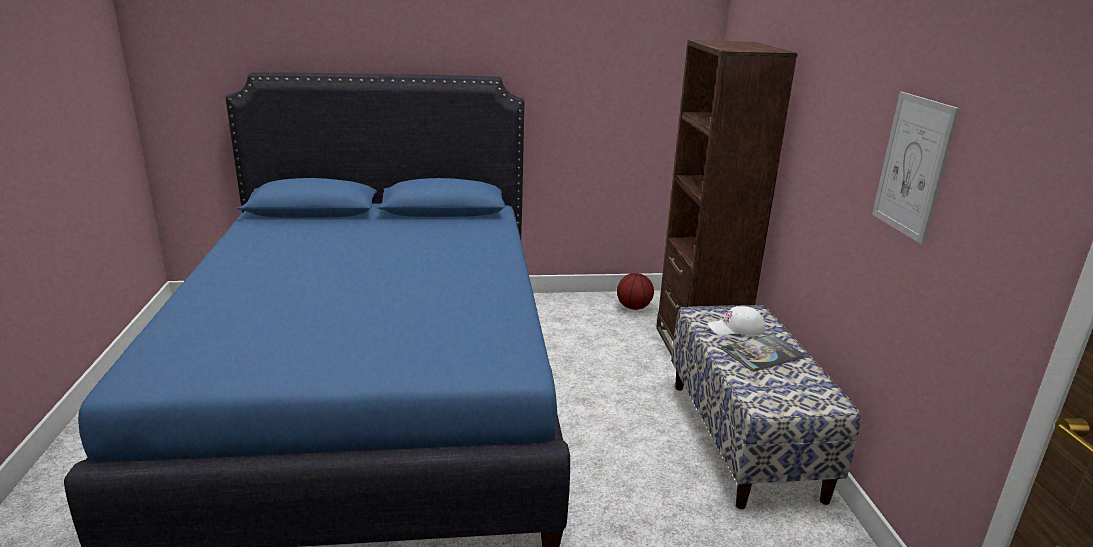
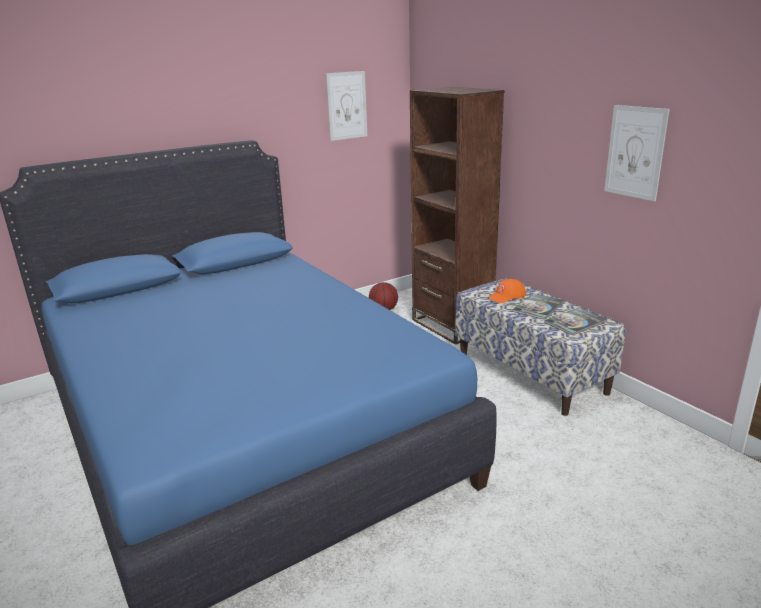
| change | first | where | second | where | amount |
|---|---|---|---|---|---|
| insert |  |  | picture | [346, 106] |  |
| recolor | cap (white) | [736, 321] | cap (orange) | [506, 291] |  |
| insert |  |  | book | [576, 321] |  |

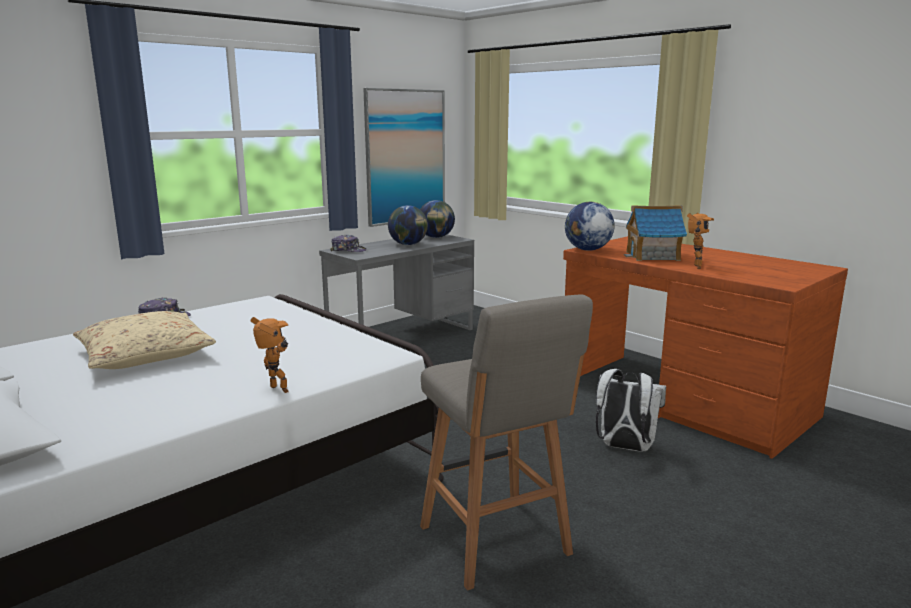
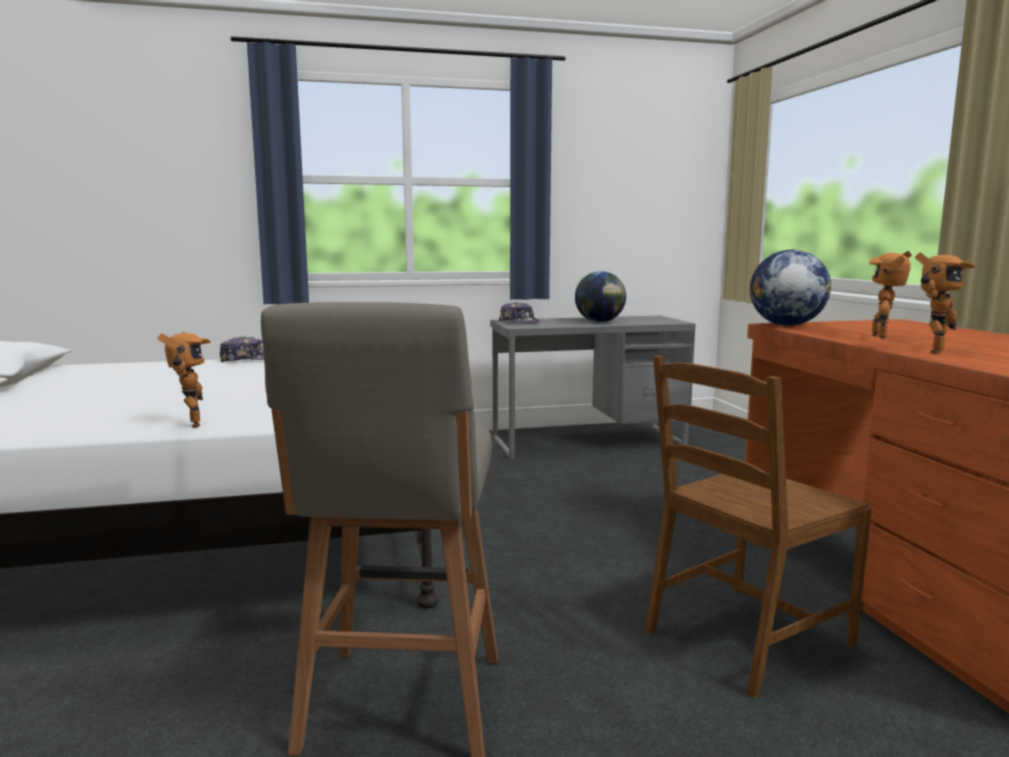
| change | first | where | second | where | amount |
|---|---|---|---|---|---|
| replace | backpack (white) | [631, 410] | chair (brown) | [758, 527] |  |
| replace | toy house | [655, 233] | toy robot | [890, 294] |  |
| delete | pillow (beige) | [144, 340] |  |  |  |
| delete | picture | [404, 157] |  |  |  |
| delete | globe | [437, 219] |  |  |  |

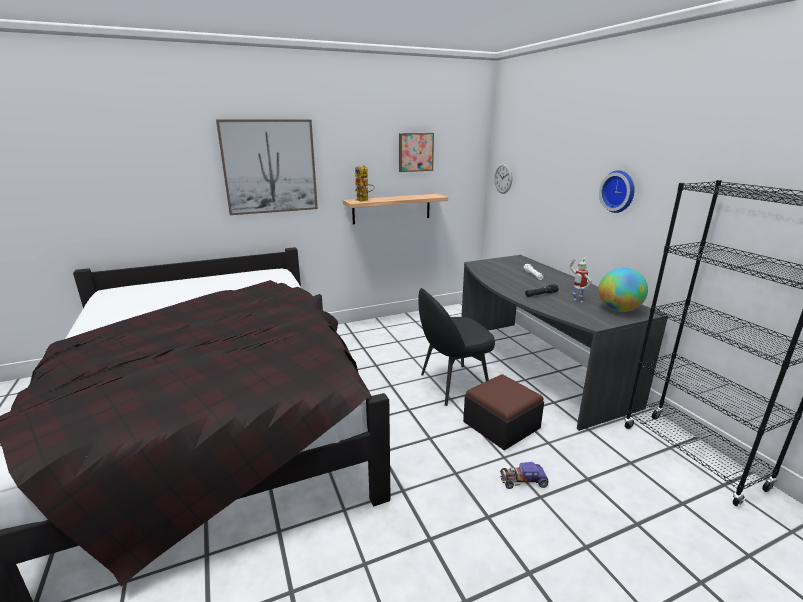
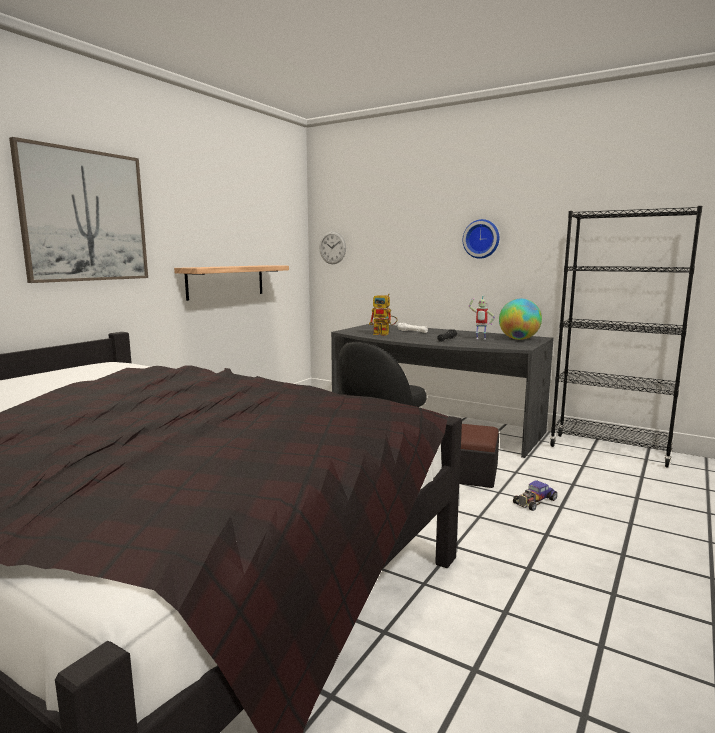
| change | first | where | second | where | amount |
|---|---|---|---|---|---|
| move | toy robot | [365, 183] |  | [383, 315] |  |
| delete | picture | [416, 152] |  |  |  |

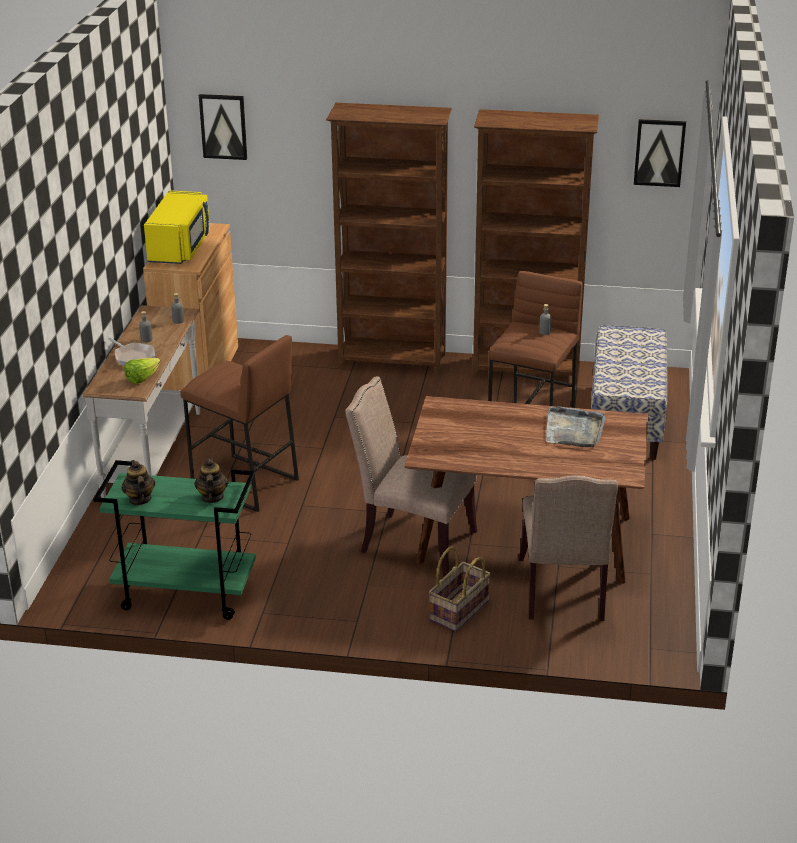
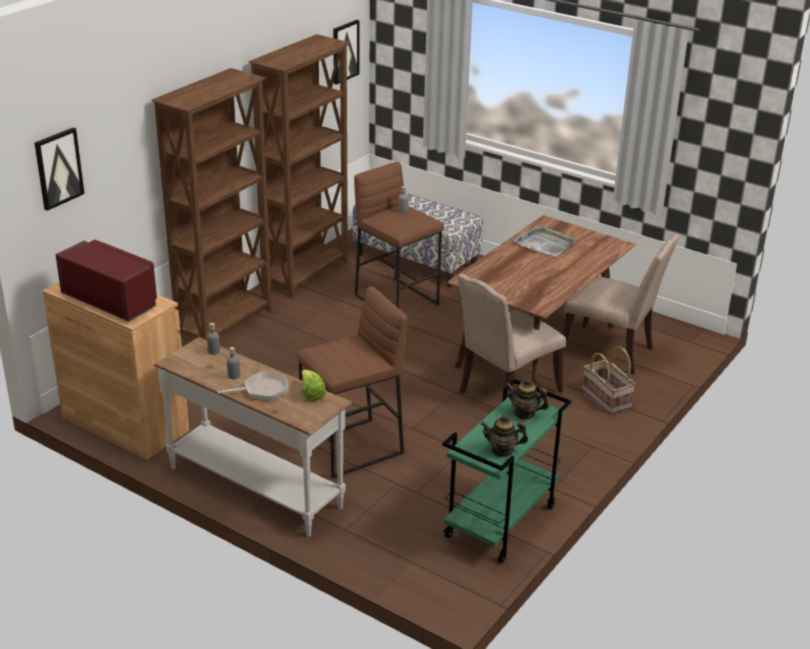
| change | first | where | second | where | amount |
|---|---|---|---|---|---|
| recolor | microwave (yellow) | [177, 227] | microwave (red) | [106, 280] |  |

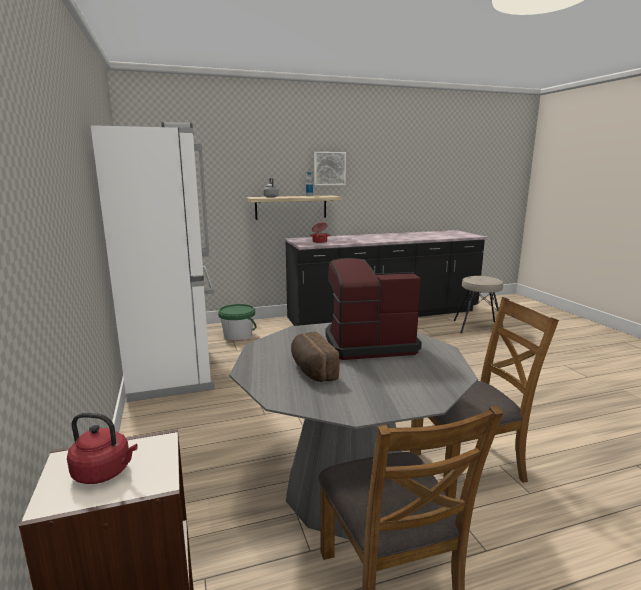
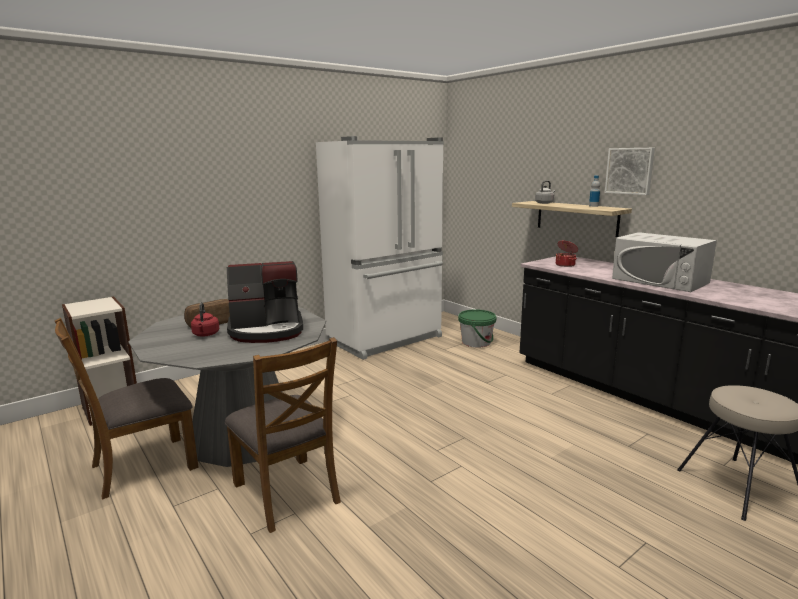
| change | first | where | second | where | amount |
|---|---|---|---|---|---|
| move | kettle (red) | [102, 448] |  | [205, 319] |  |
| rotate | coffee machine | [373, 309] |  | [265, 302] | 105 degrees clockwise |
| insert |  |  | microwave (white) | [664, 262] |  |

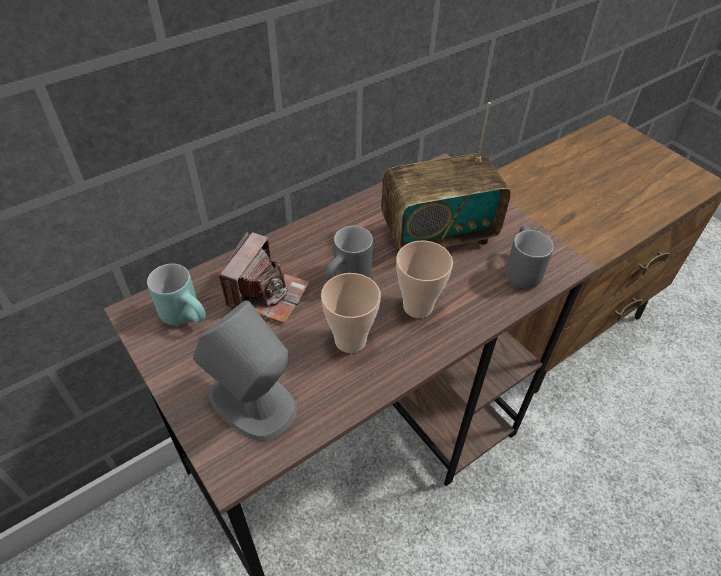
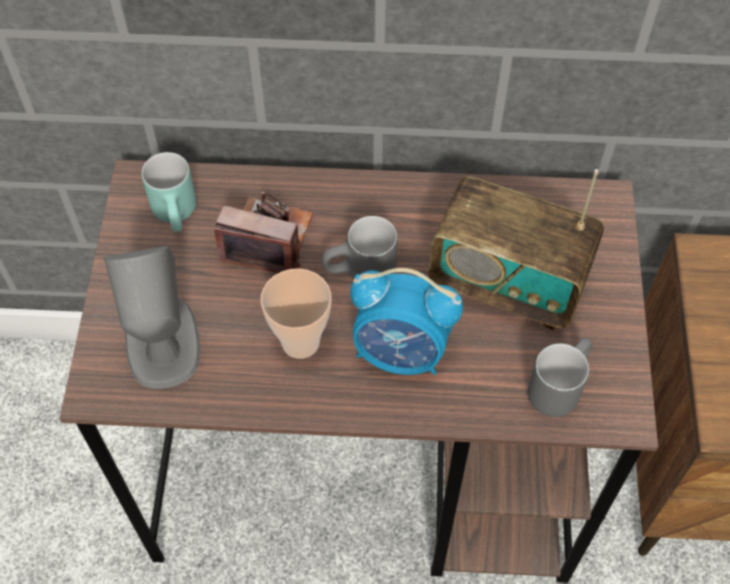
| change | first | where | second | where | amount |
|---|---|---|---|---|---|
| rotate | photo camera | [264, 278] |  | [263, 232] | 135 degrees counterclockwise |
| replace | cup | [424, 279] | alarm clock | [406, 321] |  |

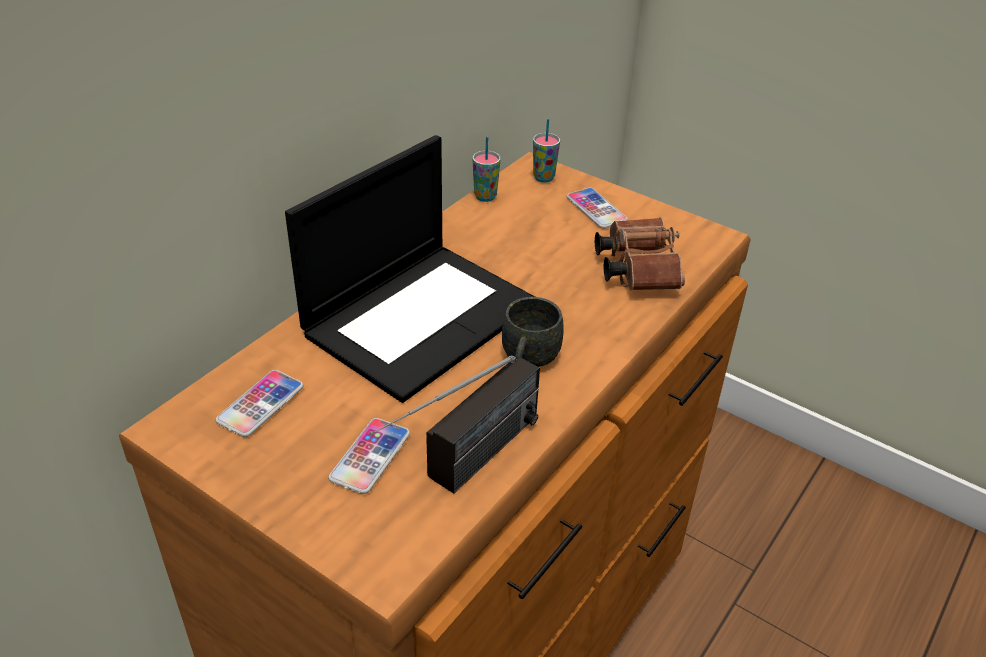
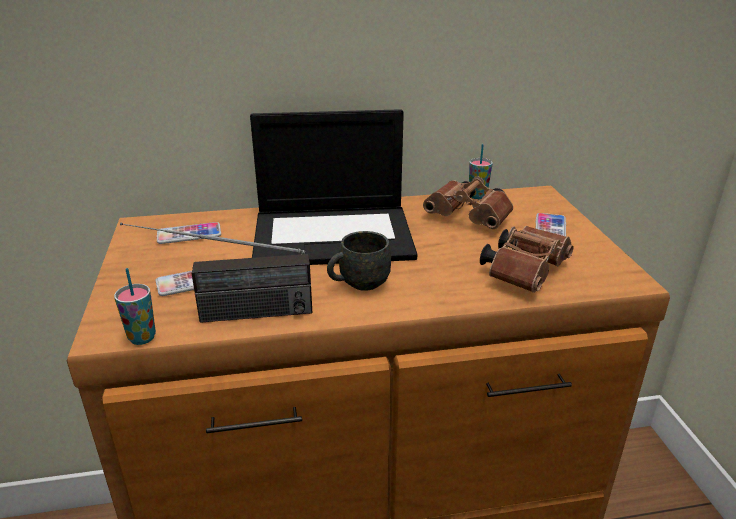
| change | first | where | second | where | amount |
|---|---|---|---|---|---|
| move | cup | [546, 151] |  | [135, 306] |  |
| insert |  |  | binoculars (brown) | [468, 202] |  |

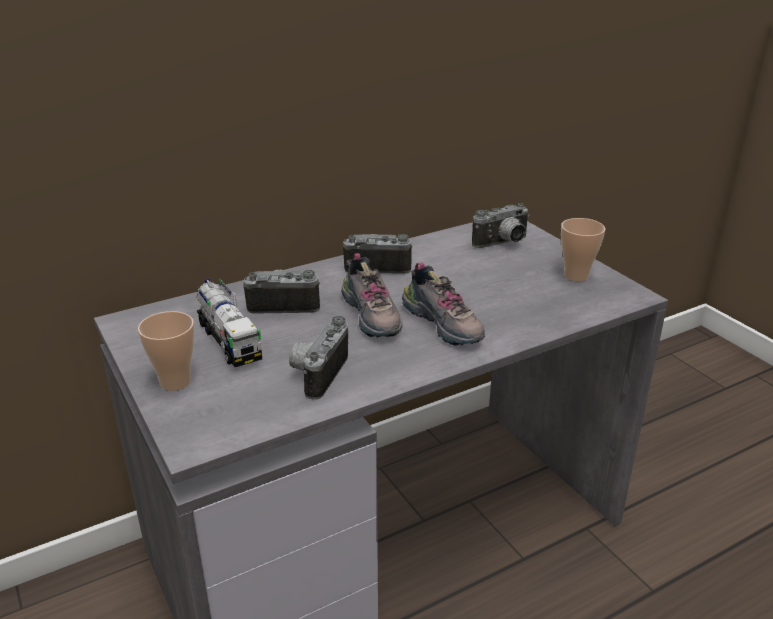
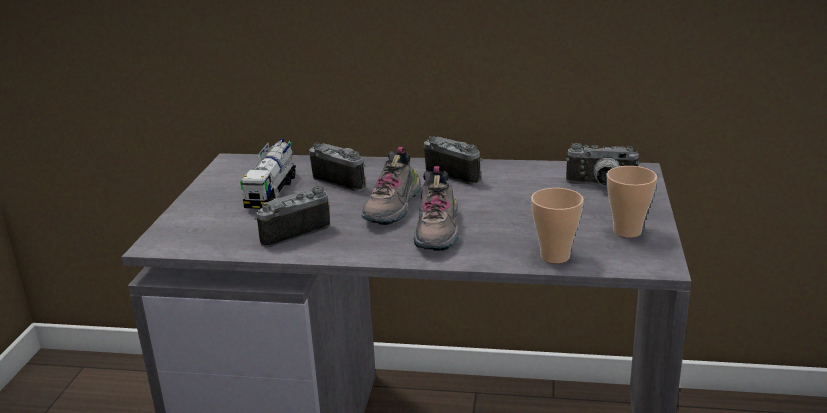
| change | first | where | second | where | amount |
|---|---|---|---|---|---|
| move | cup | [166, 351] |  | [557, 226] |  |

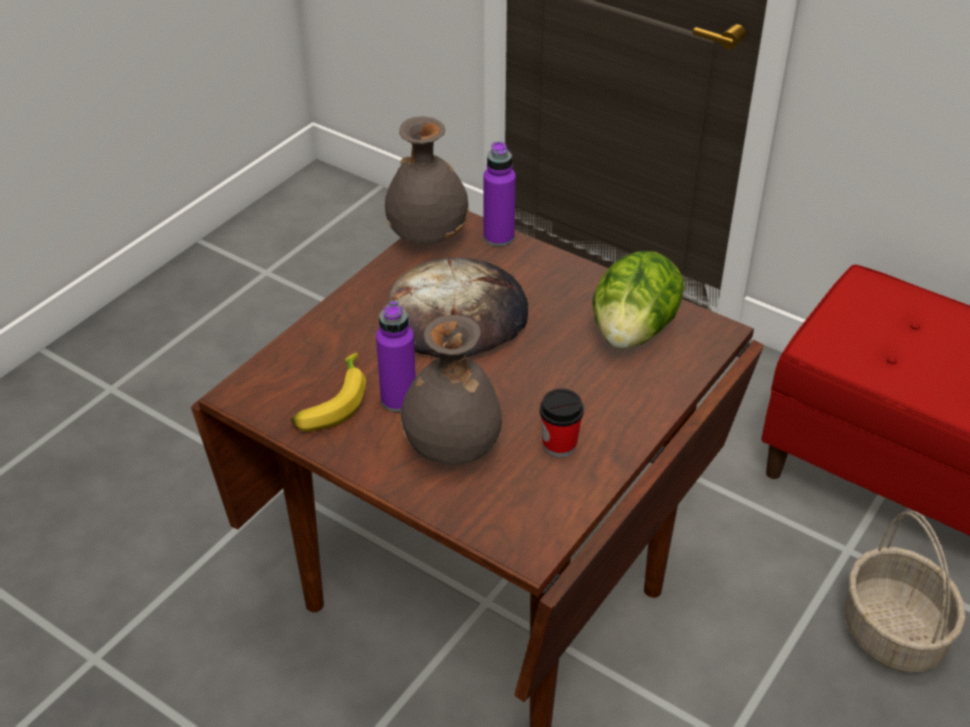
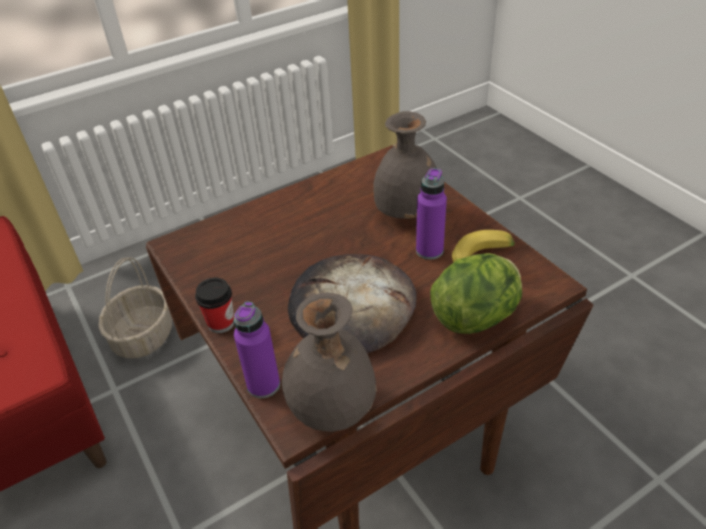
| change | first | where | second | where | amount |
|---|---|---|---|---|---|
| move | cup | [562, 423] |  | [214, 305] |  |
| move | lettuce | [639, 300] |  | [476, 293] |  |

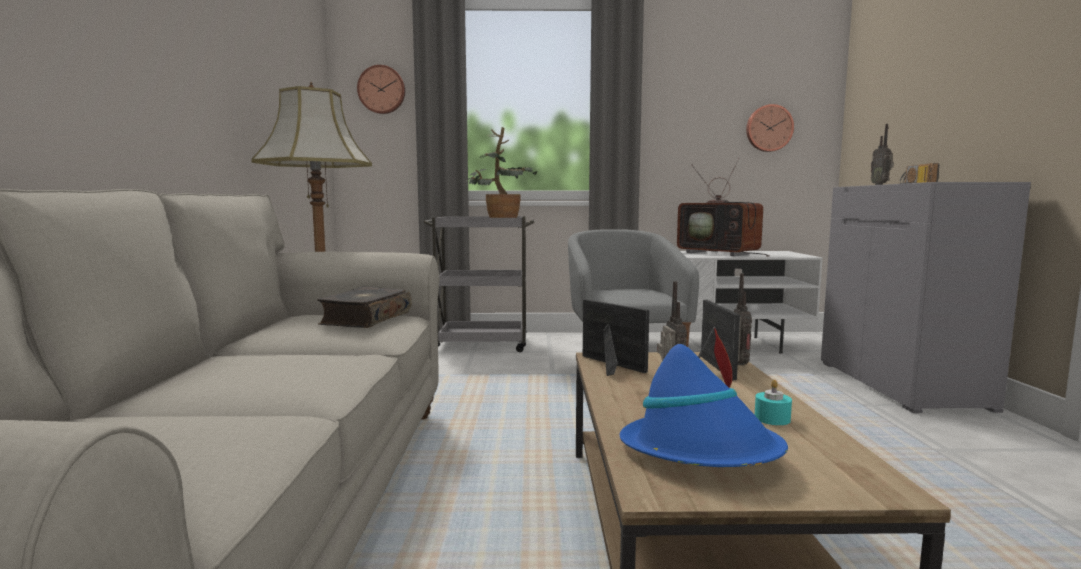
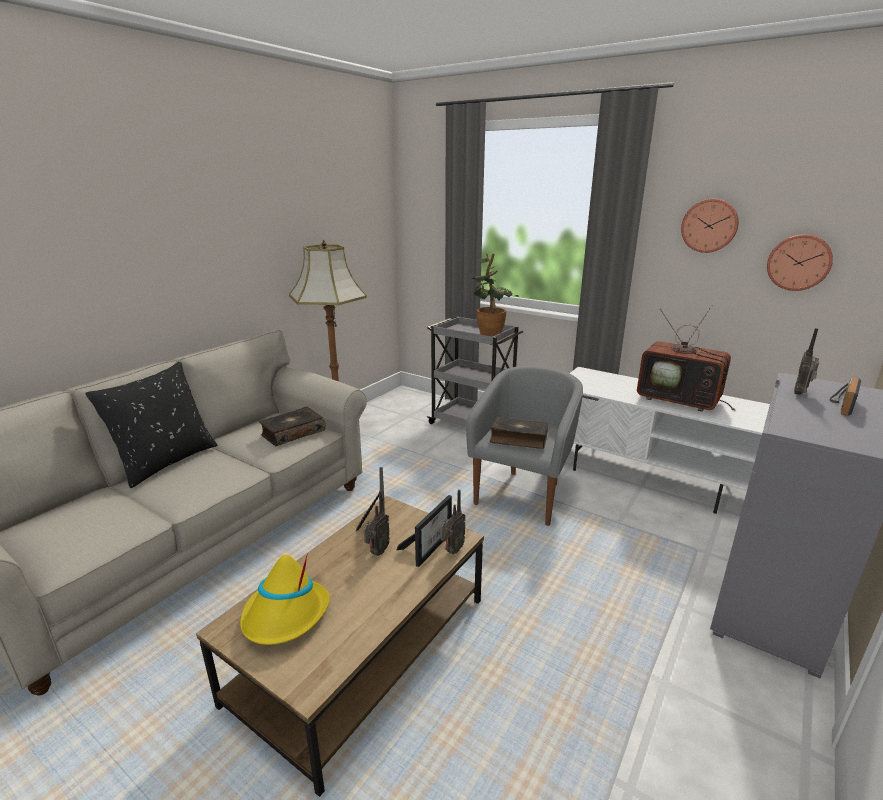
| change | first | where | second | where | amount |
|---|---|---|---|---|---|
| insert |  |  | pillow (black) | [151, 425] |  |
| recolor | hat (blue) | [704, 397] | hat (yellow) | [285, 599] |  |
| insert |  |  | book | [519, 433] |  |
| rotate | television | [723, 207] |  | [686, 358] | 45 degrees counterclockwise |
| move | wall clock | [381, 89] |  | [710, 226] |  |
| delete | candle (turquoise) | [773, 402] |  |  |  |

